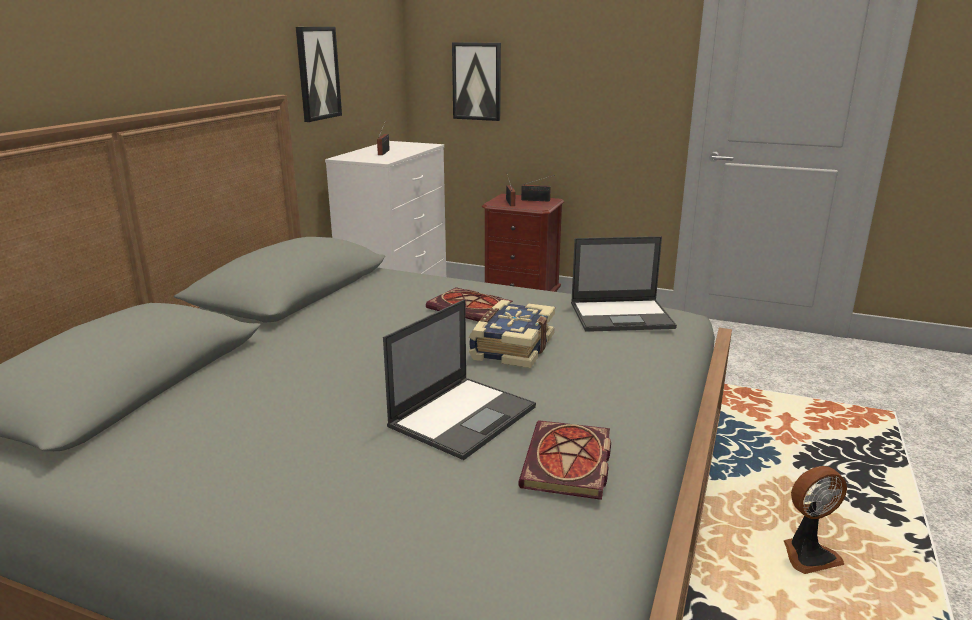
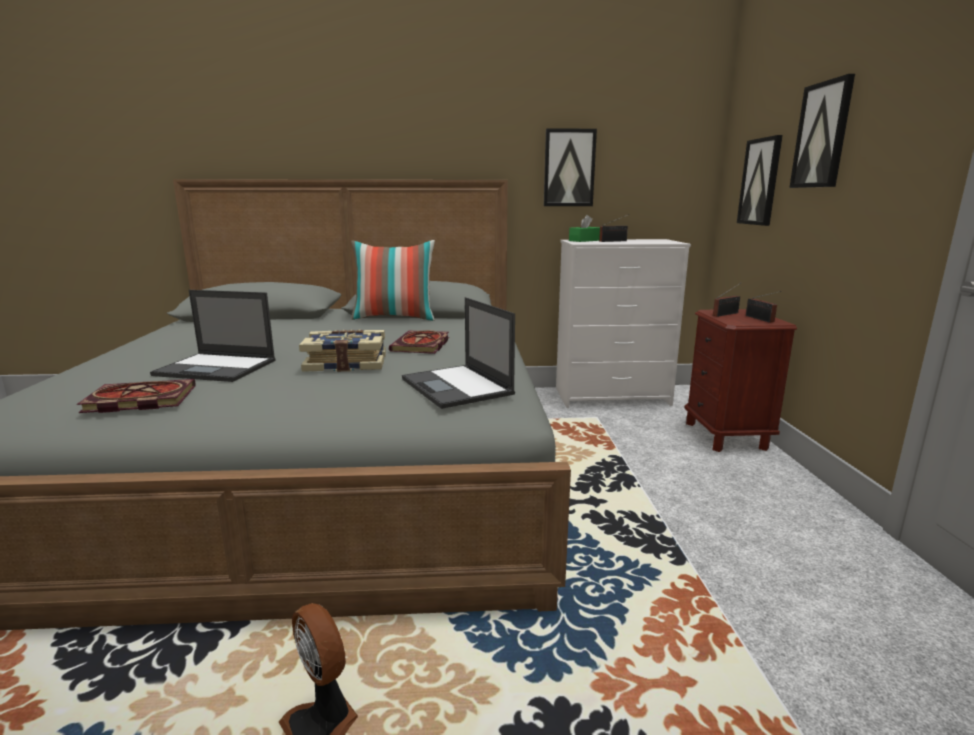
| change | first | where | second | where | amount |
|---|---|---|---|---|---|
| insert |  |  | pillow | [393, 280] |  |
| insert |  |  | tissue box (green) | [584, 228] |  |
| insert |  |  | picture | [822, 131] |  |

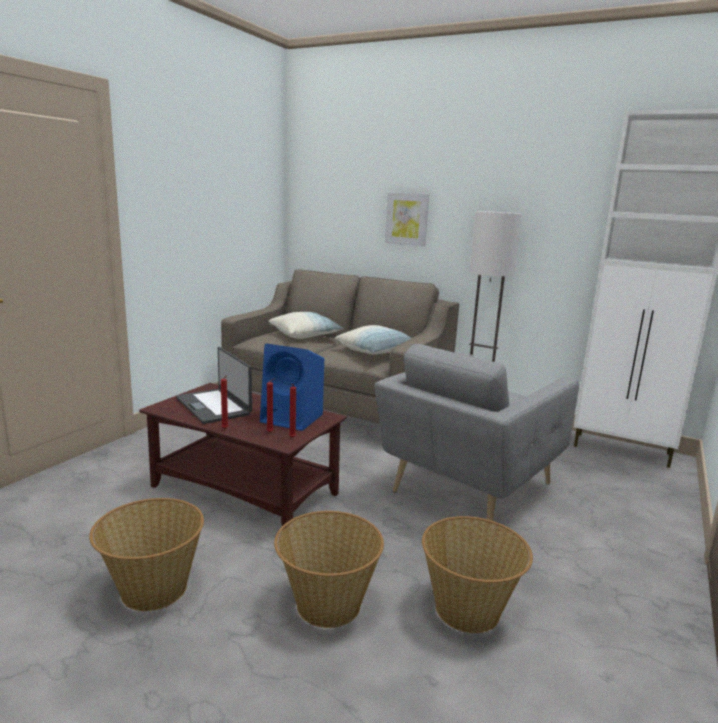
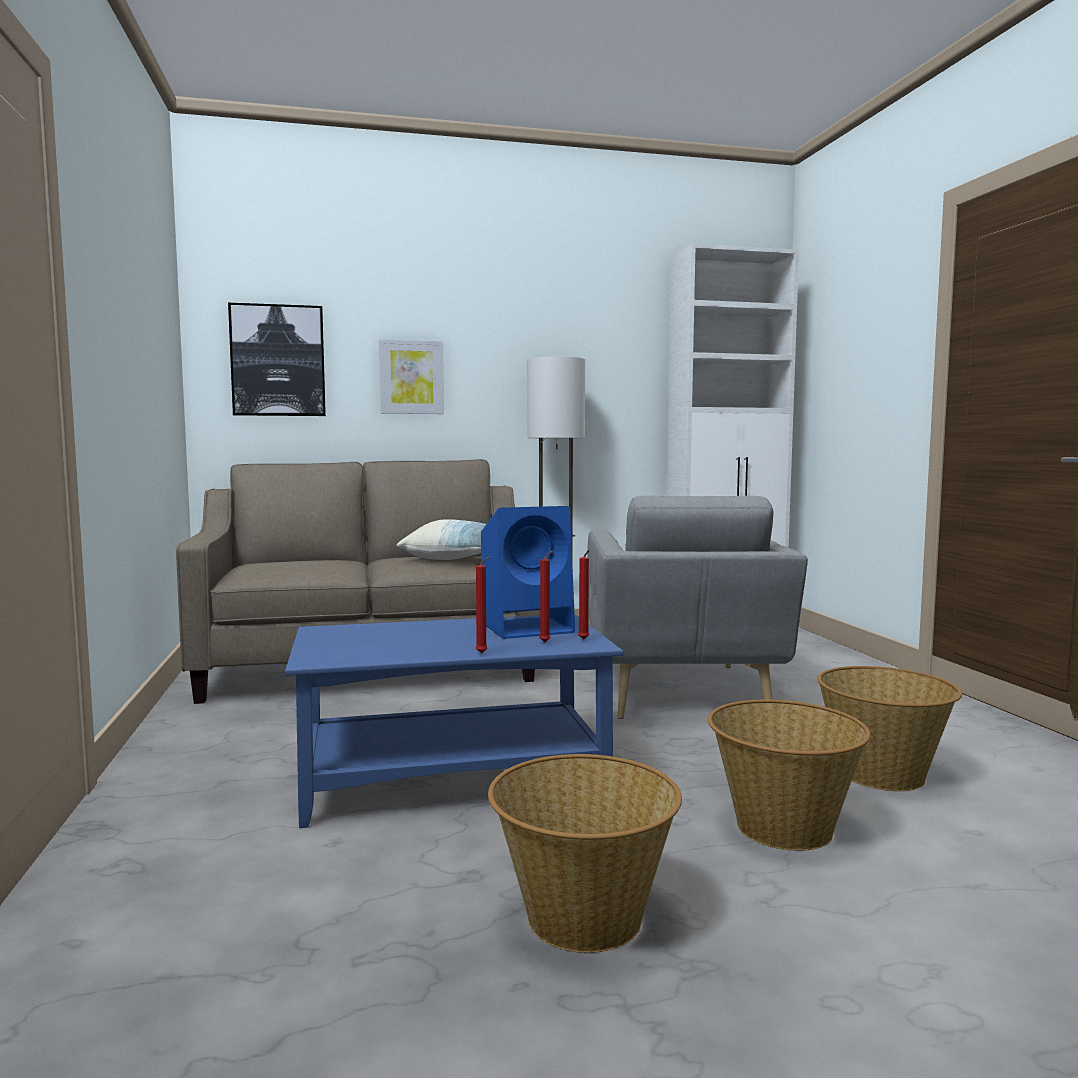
| change | first | where | second | where | amount |
|---|---|---|---|---|---|
| insert |  |  | picture | [277, 359] |  |
| recolor | coffee table (brown) | [243, 456] | coffee table (blue) | [454, 721] |  |
| delete | laptop | [214, 385] |  |  |  |
| delete | pillow | [306, 325] |  |  |  |

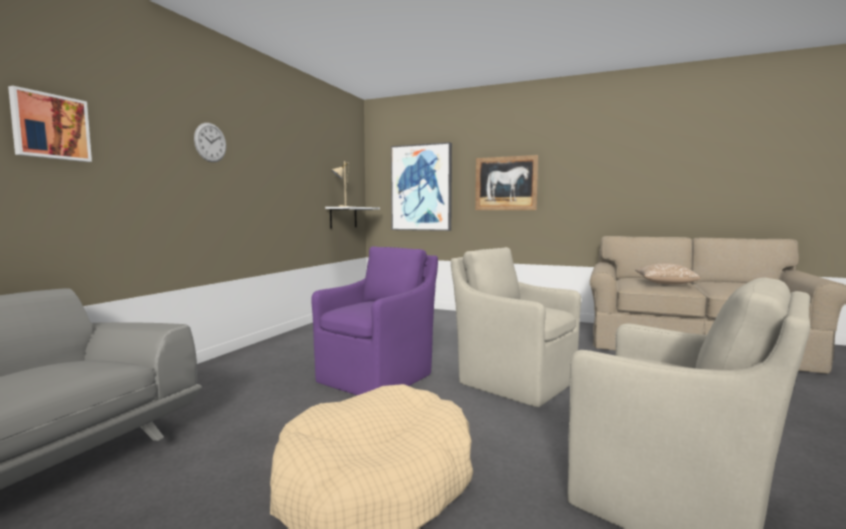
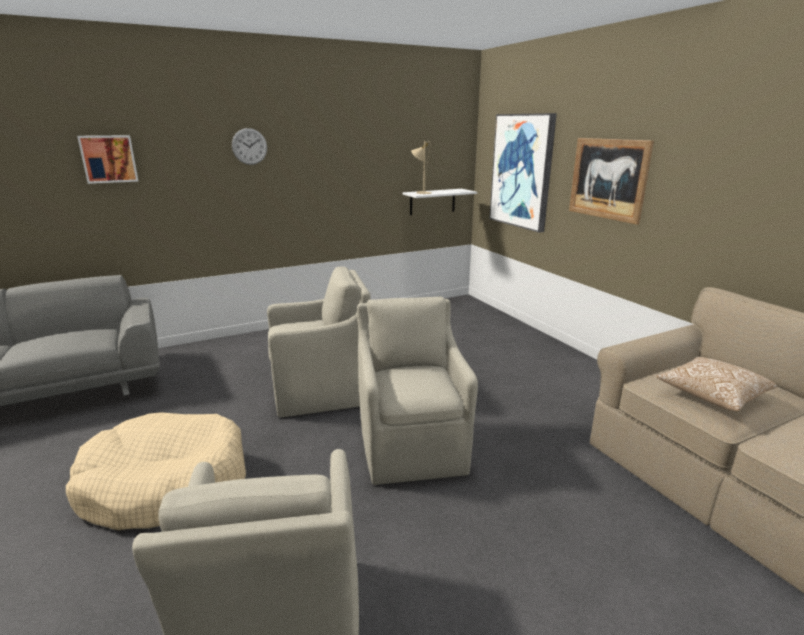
| change | first | where | second | where | amount |
|---|---|---|---|---|---|
| recolor | armchair (purple) | [374, 320] | armchair (beige) | [319, 341] |  |

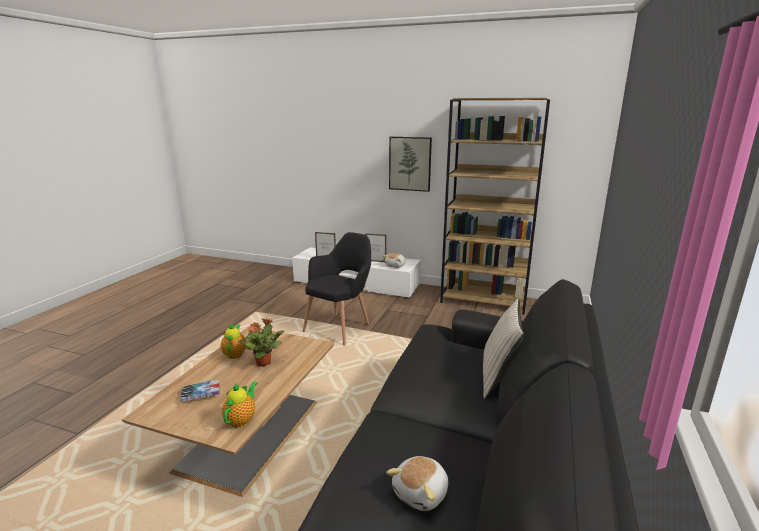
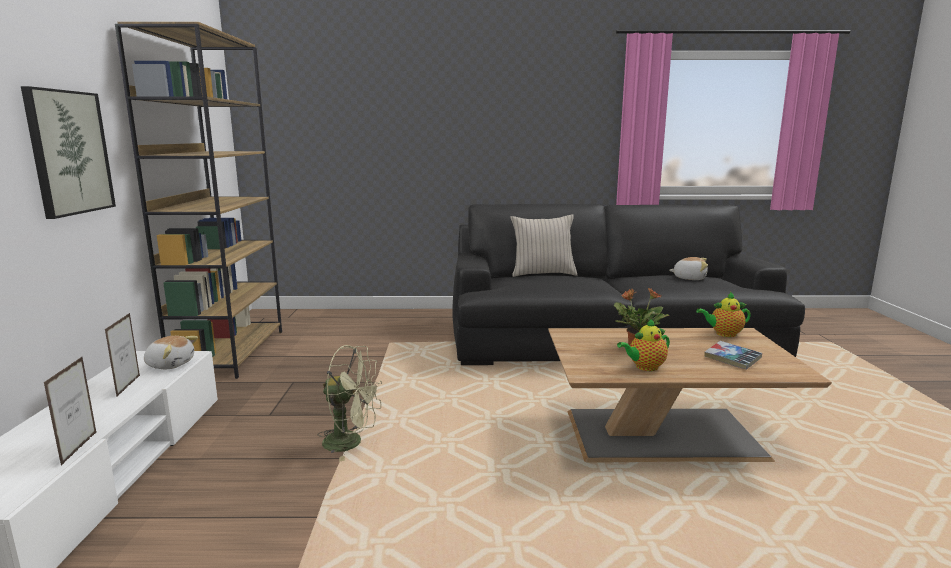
| change | first | where | second | where | amount |
|---|---|---|---|---|---|
| replace | armchair (black) | [336, 289] | fan (green) | [350, 403] |  |

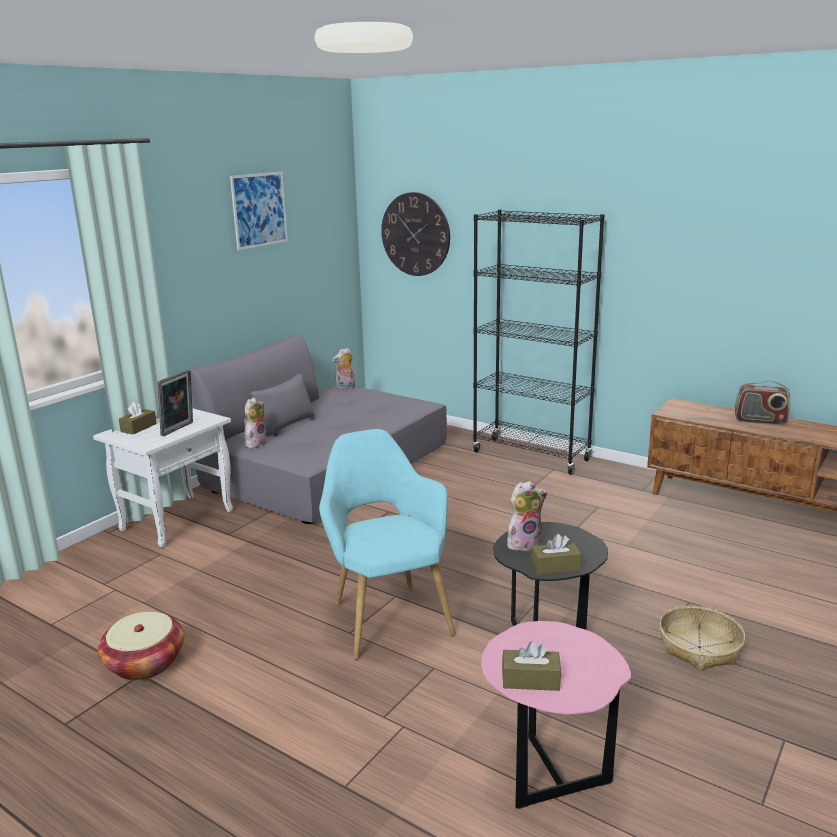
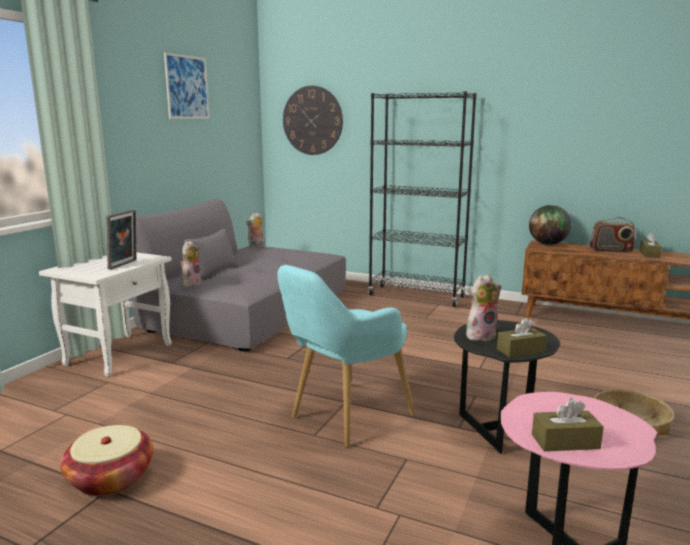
| change | first | where | second | where | amount |
|---|---|---|---|---|---|
| rotate | armchair (turquoise) | [387, 544] |  | [346, 356] | 105 degrees counterclockwise |
| insert |  |  | globe | [550, 225] |  |
| move | tissue box (brown) | [138, 417] |  | [651, 245] |  |

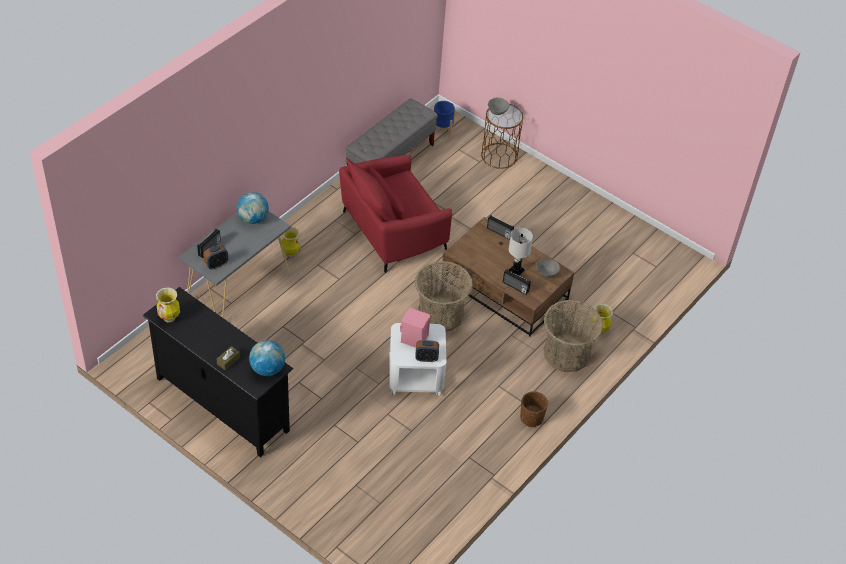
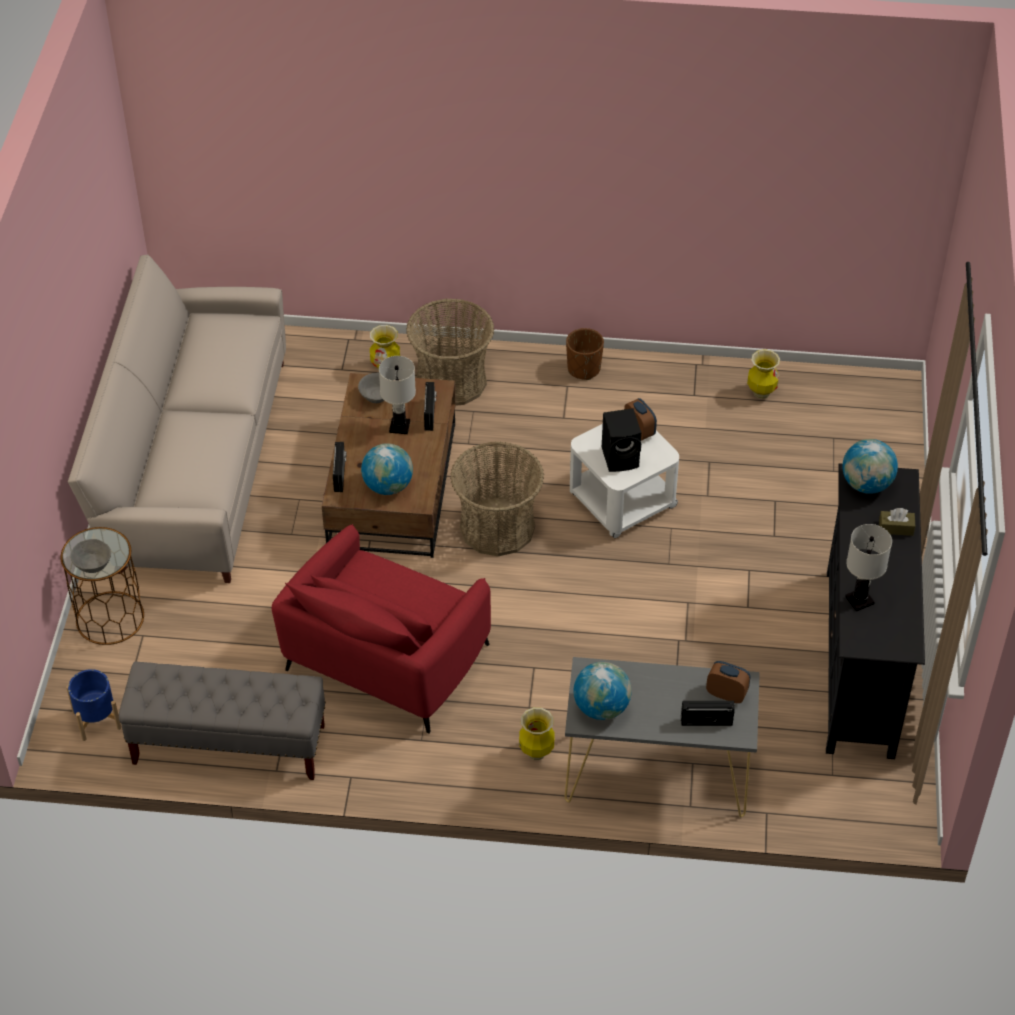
| change | first | where | second | where | amount |
|---|---|---|---|---|---|
| insert |  |  | sofa (beige) | [177, 419] |  |
| rotate | armchair (red) | [395, 214] |  | [381, 628] | 90 degrees clockwise |
| insert |  |  | globe | [387, 469] |  |
| recolor | speaker (pink) | [415, 328] | speaker (black) | [621, 440] |  |
| move | vase | [168, 305] |  | [763, 374] |  |
| insert |  |  | table lamp (white) | [868, 567] |  |

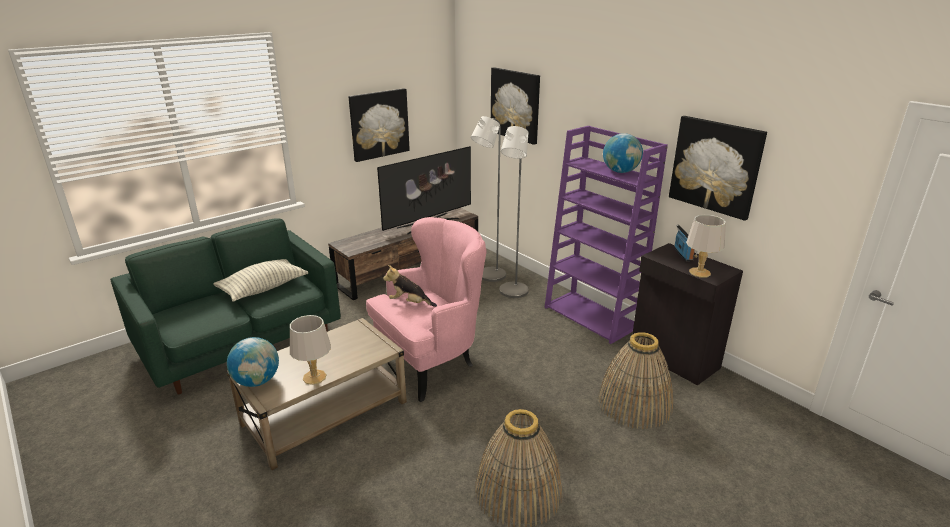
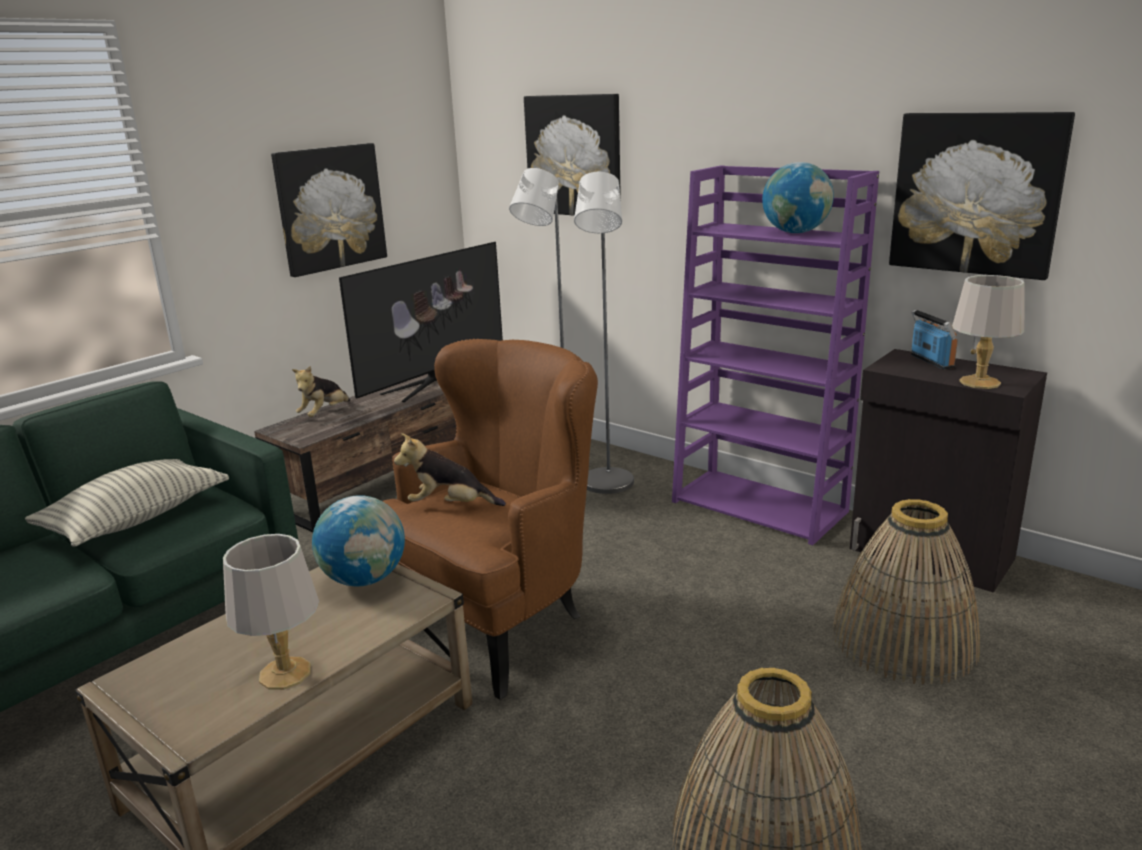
| change | first | where | second | where | amount |
|---|---|---|---|---|---|
| insert |  |  | plush toy | [321, 391] |  |
| move | globe | [253, 362] |  | [358, 540] |  |
| recolor | armchair (pink) | [426, 309] | armchair (brown) | [490, 519] |  |

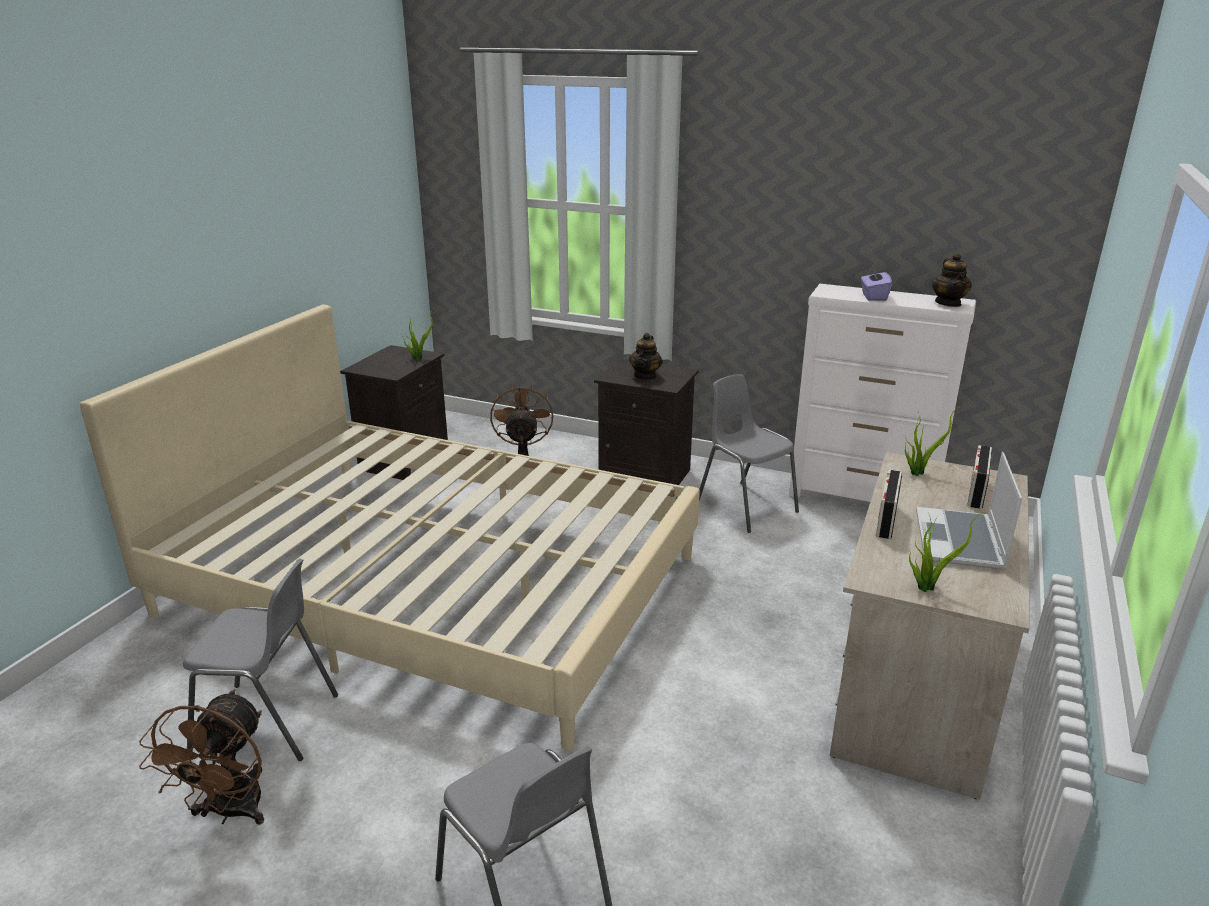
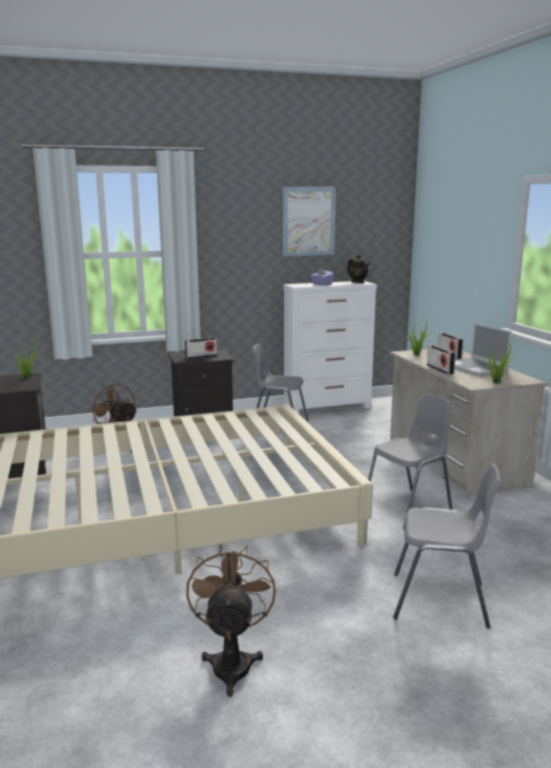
| change | first | where | second | where | amount |
|---|---|---|---|---|---|
| replace | teapot | [646, 356] | radio | [201, 348] |  |
| rotate | fan (brown) | [201, 757] |  | [231, 620] | 150 degrees counterclockwise |
| insert |  |  | picture | [309, 221] |  |
| move | chair (grey) | [260, 659] |  | [410, 461] |  |

